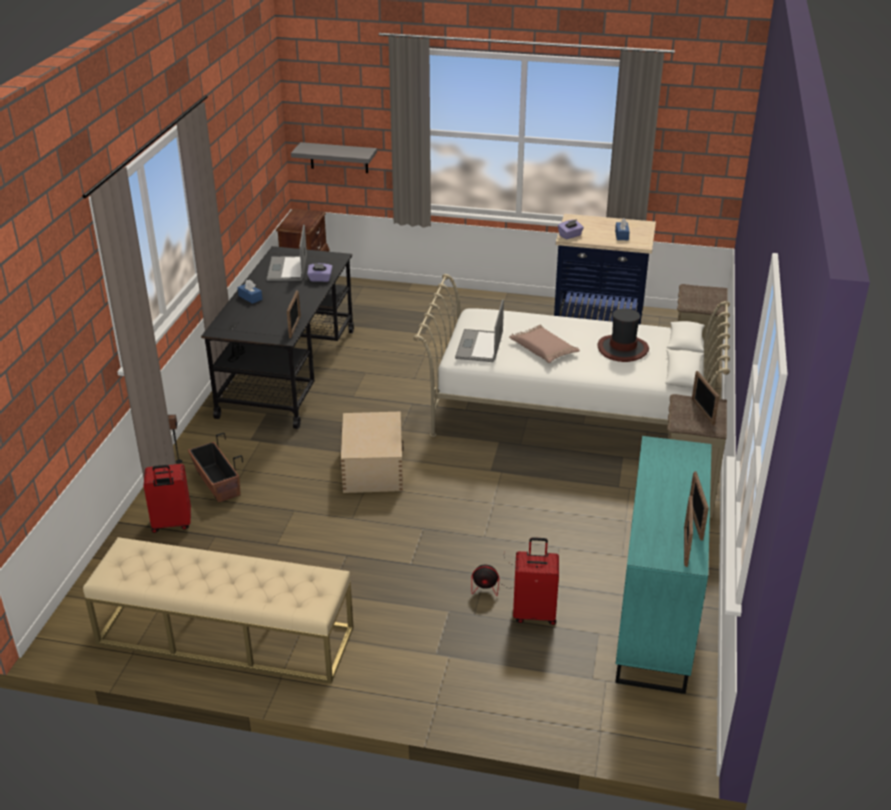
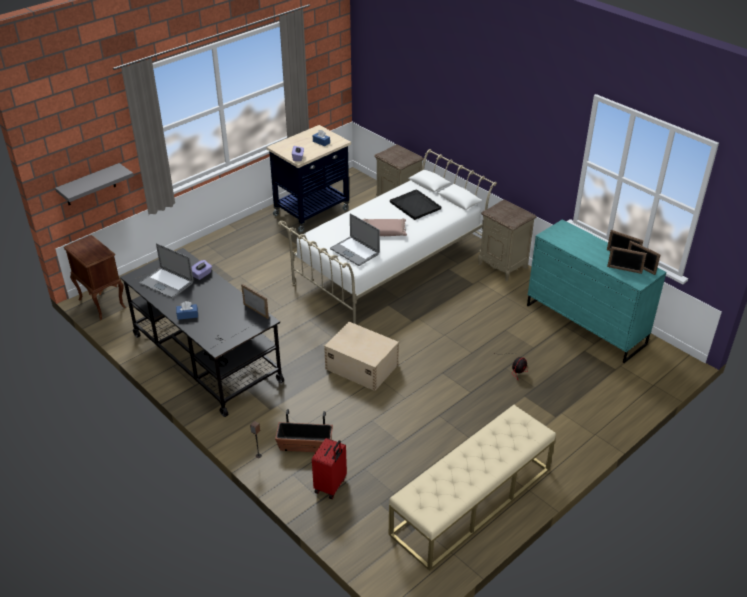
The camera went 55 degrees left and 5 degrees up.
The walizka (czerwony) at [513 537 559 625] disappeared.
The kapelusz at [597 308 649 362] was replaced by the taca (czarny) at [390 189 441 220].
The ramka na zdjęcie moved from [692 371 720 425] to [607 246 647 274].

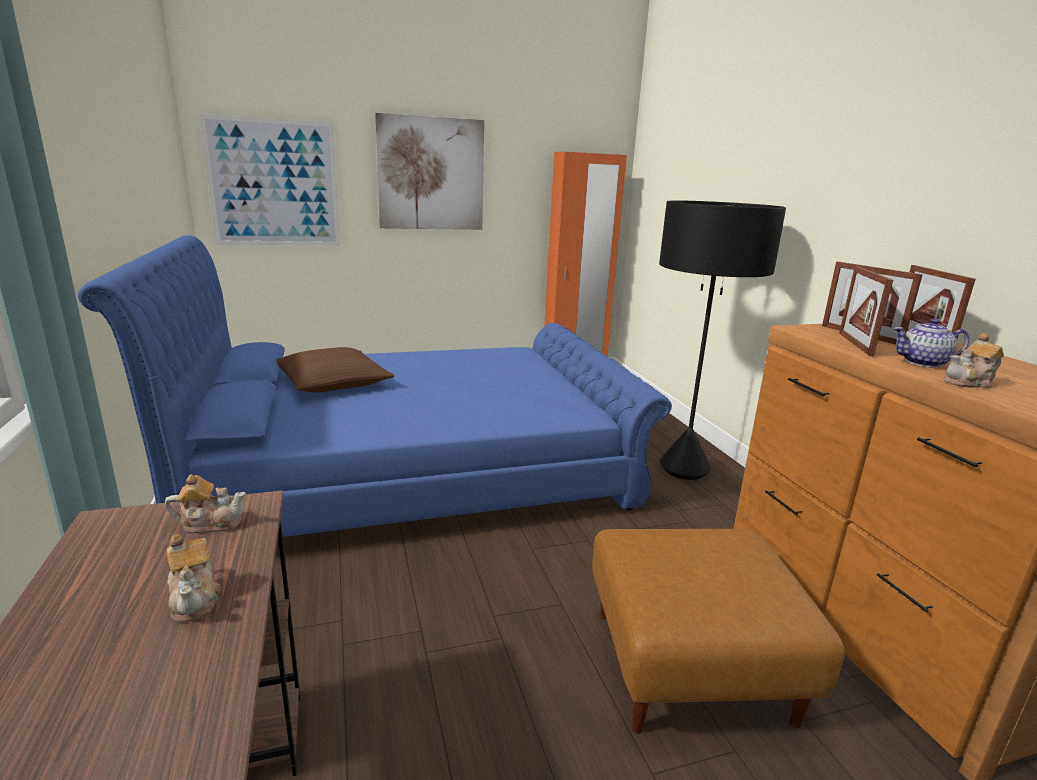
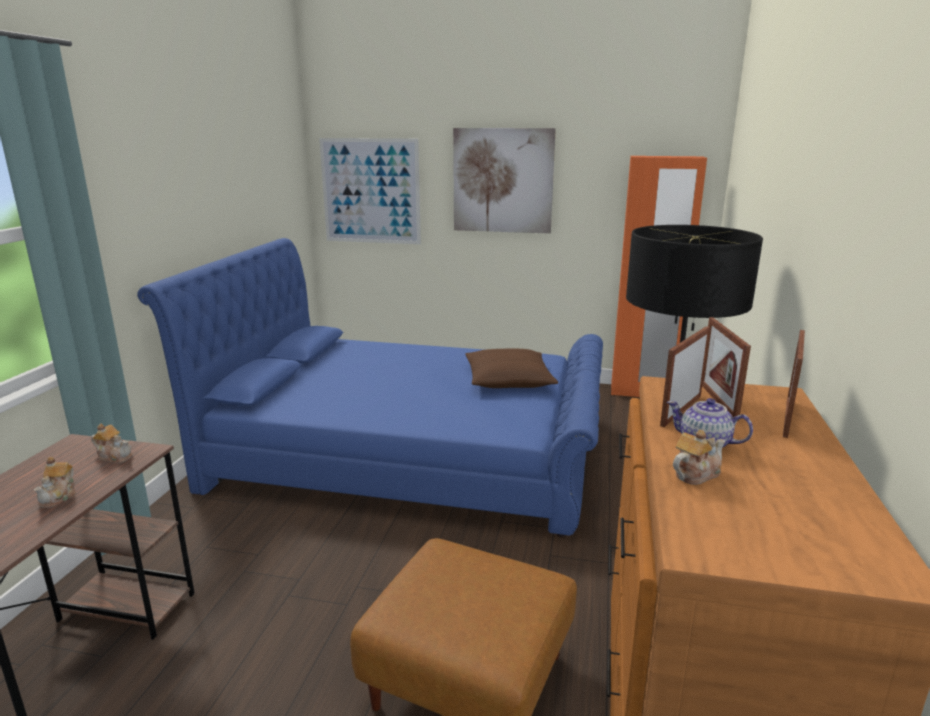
The camera went 30 degrees right and 0 degrees up.
The poduszka (brązowy) moved from [276 347 394 393] to [465 349 558 388].
The imbryk at [944 333 1004 388] turned 135 degrees clockwise.

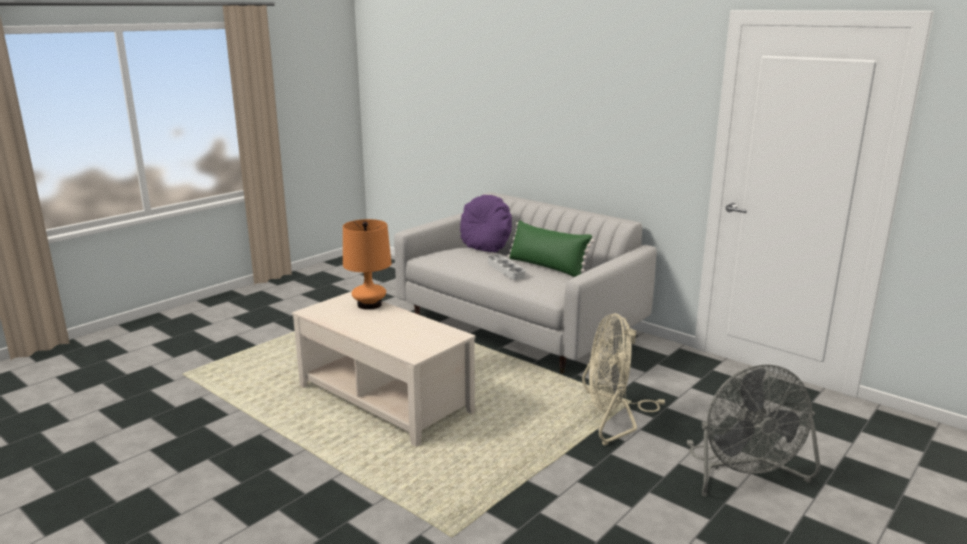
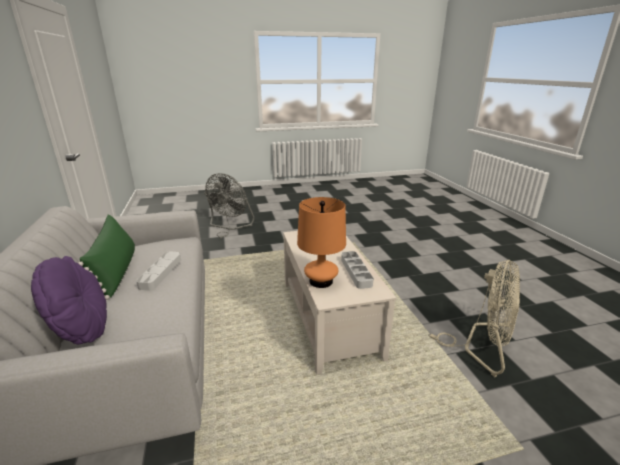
The camera went 145 degrees left and 5 degrees up.
The wentylator (beżowy) moved from [582 313 667 446] to [429 260 520 378].
The taca (szary) at [341 251 374 289] appeared.

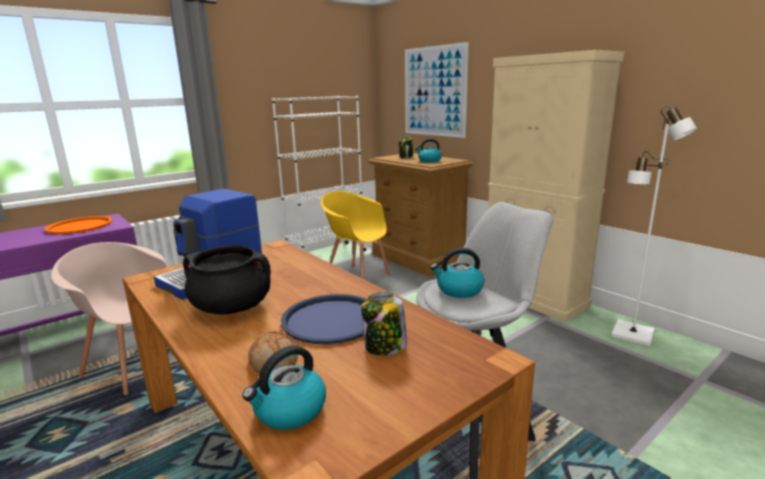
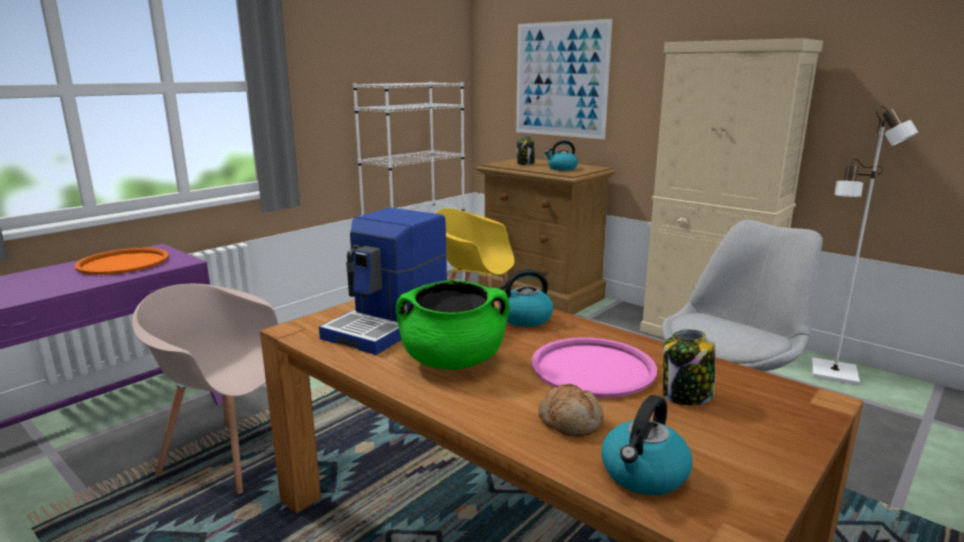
The camera went 10 degrees left and 0 degrees up.
The garnek (czarny) at [183 245 271 314] became the garnek (zielony) at [396 280 510 370].
The taca (niebieski) at [281 294 368 344] became the taca (różowy) at [532 337 657 398].
The czajnik moved from [430 248 484 298] to [498 269 553 327].

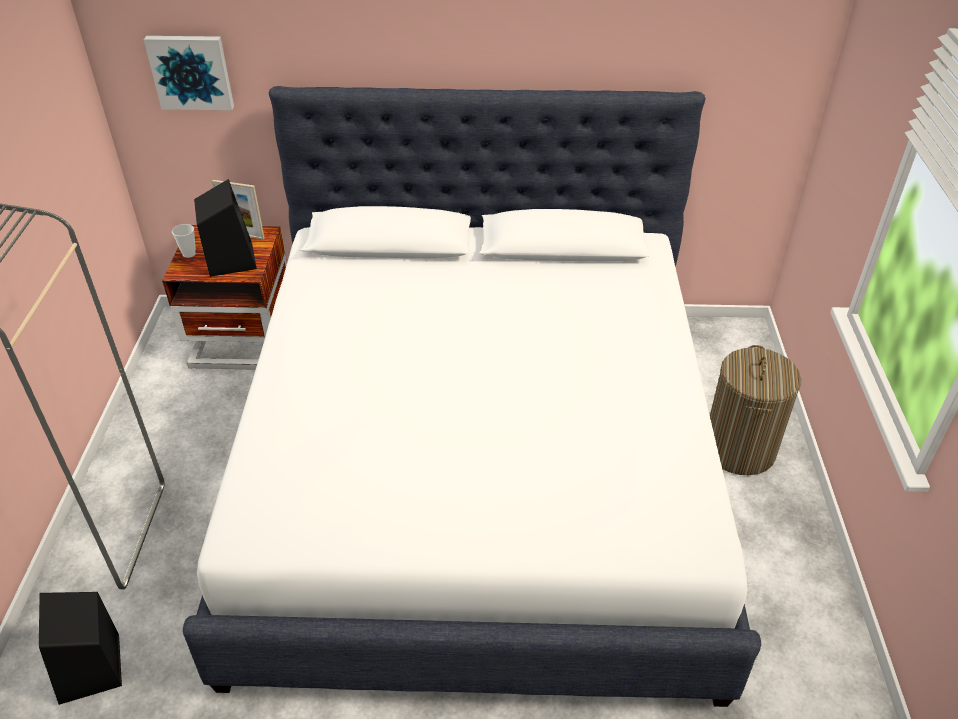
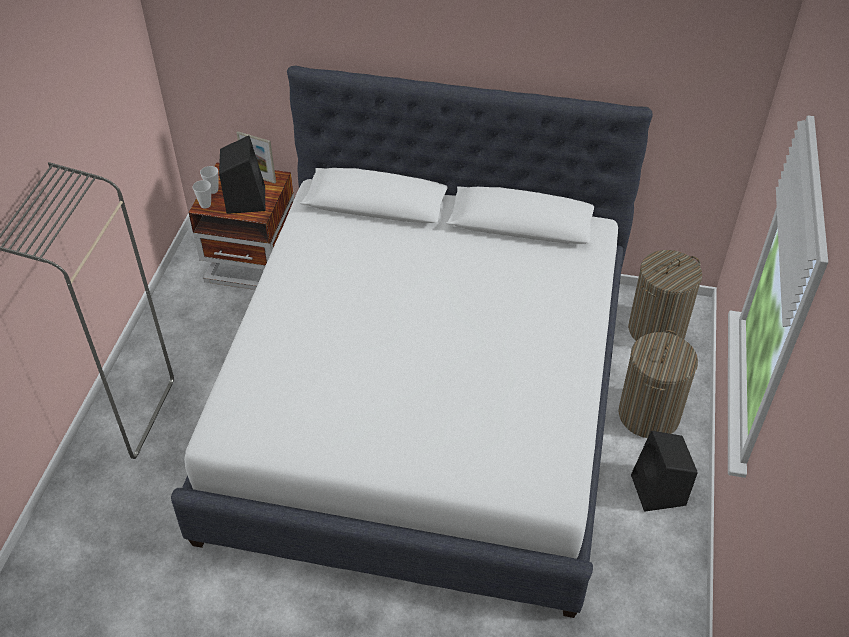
The camera went 10 degrees right and 5 degrees up.
The głośnik (czarny) moved from [39 592 122 705] to [631 431 698 512].
The obraz at [144 36 234 110] disappeared.
The filiżanka at [192 180 211 208] appeared.
The kosz na pranie at [628 250 702 341] appeared.

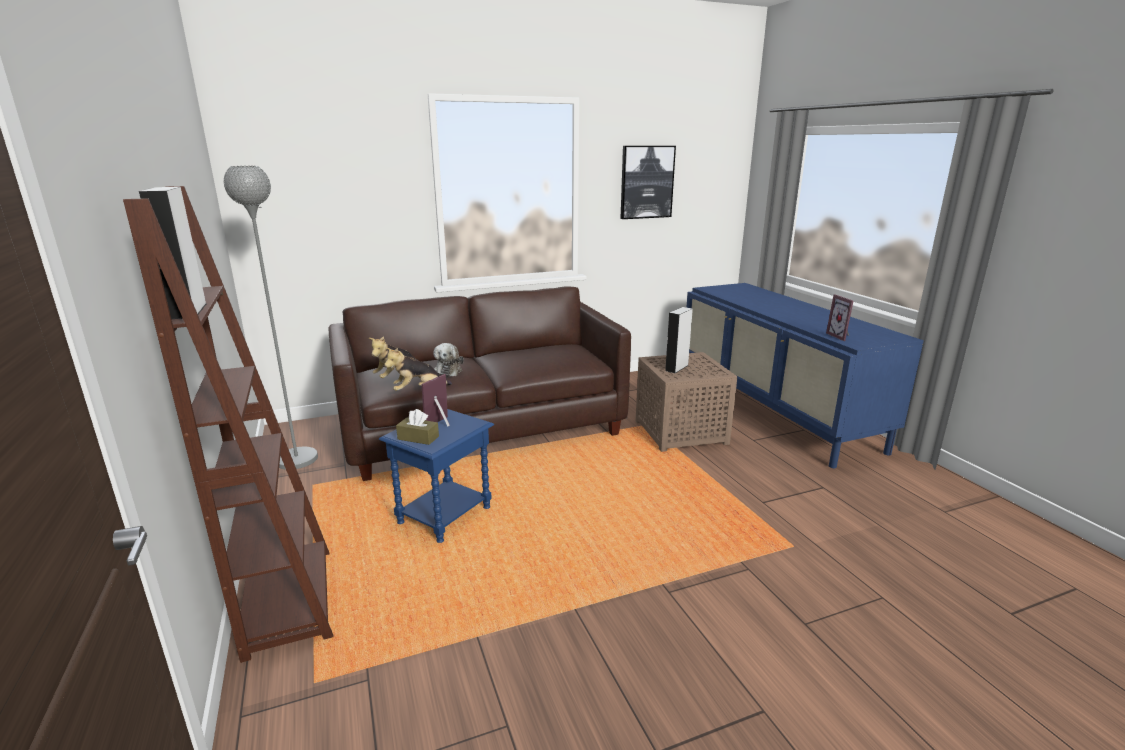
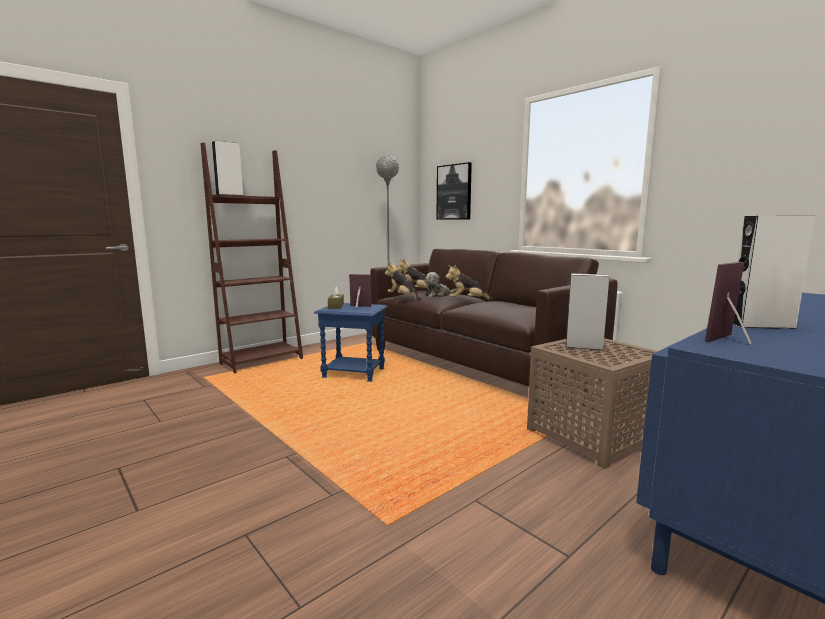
The camera went 70 degrees right and 10 degrees down.
The obraz moved from [620 146 676 219] to [436 162 472 220].
The pluszak at [445 265 493 301] appeared.
The głośnik (biały) at [733 216 815 329] appeared.

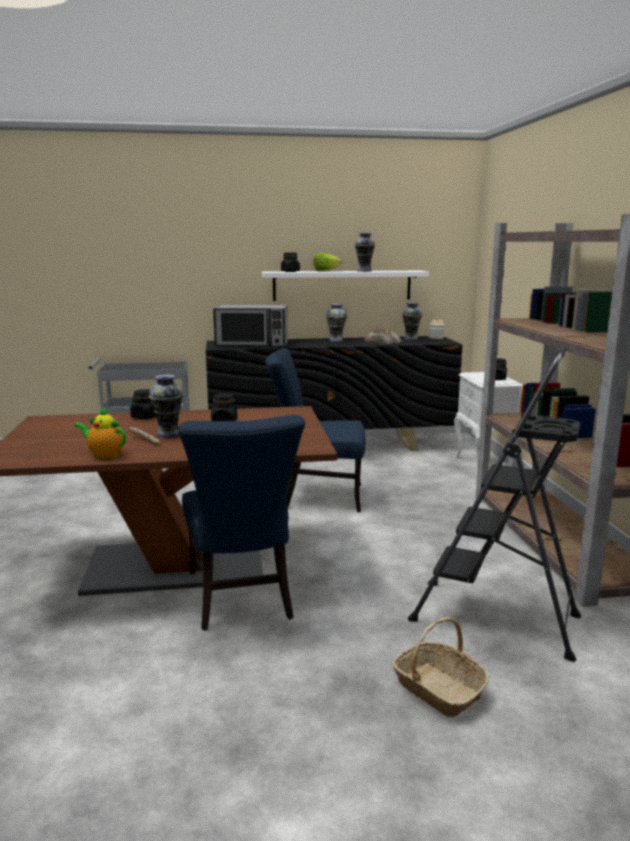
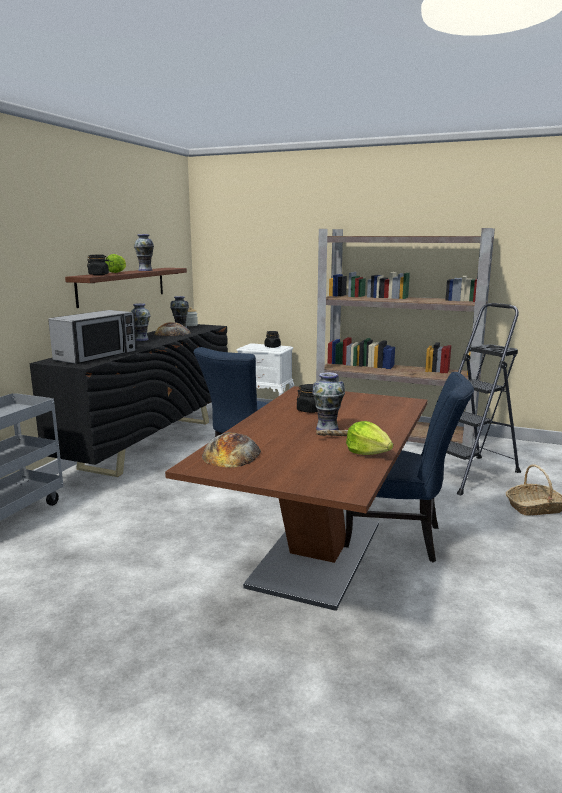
The camera went 60 degrees left and 0 degrees up.
The imbryk at [74 407 126 459] was replaced by the sałata at [346 421 393 455].
The słoik (czarny) at [130 389 156 419] disappeared.
The półka (biały) at [262 271 429 301] became the półka (brązowy) at [65 268 187 308].
The chleb at [202 432 261 468] appeared.

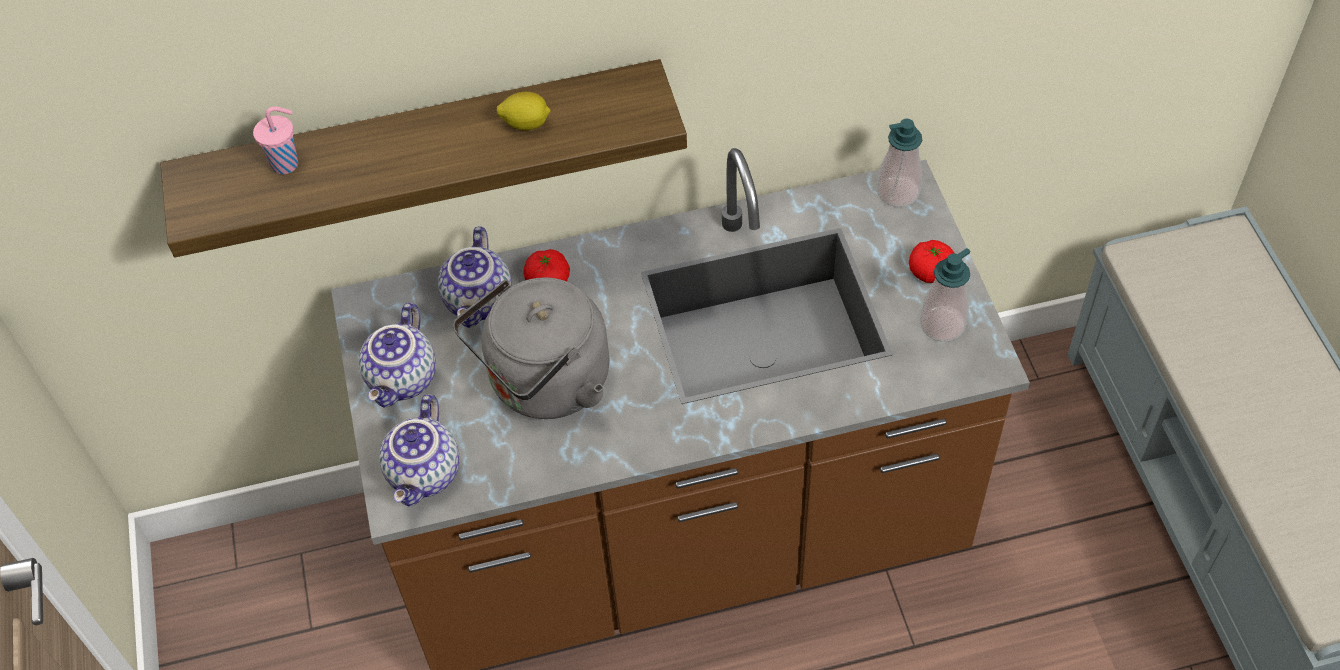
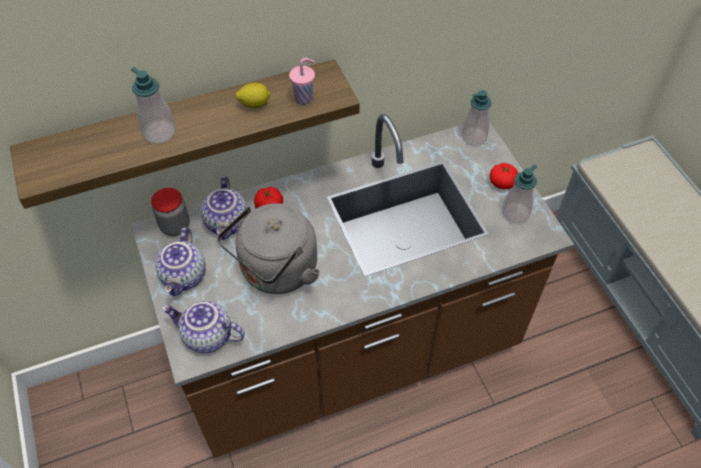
The camera went 10 degrees left and 0 degrees up.
The filiżanka (różowy) moved from [253 106 298 174] to [289 58 315 105].
The imbryk at [379 394 460 506] turned 105 degrees clockwise.
The dozownik mydła at [131 67 176 144] appeared.
The słoik at [151 188 190 236] appeared.

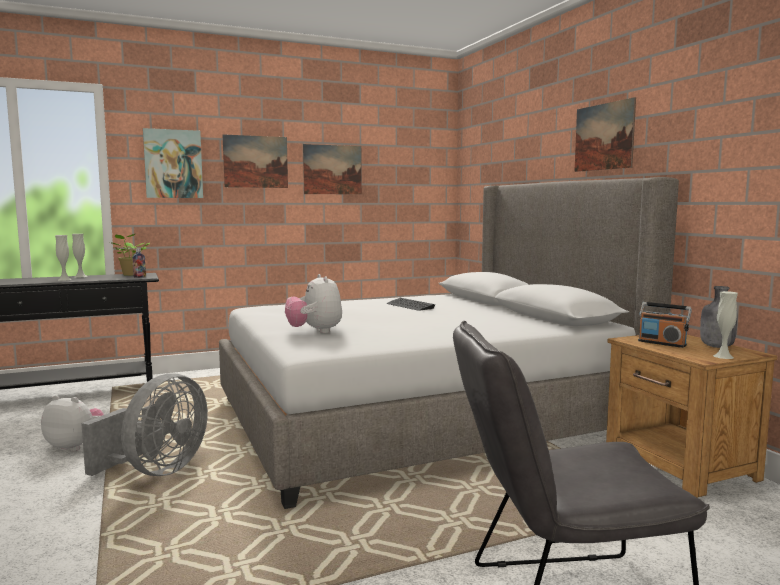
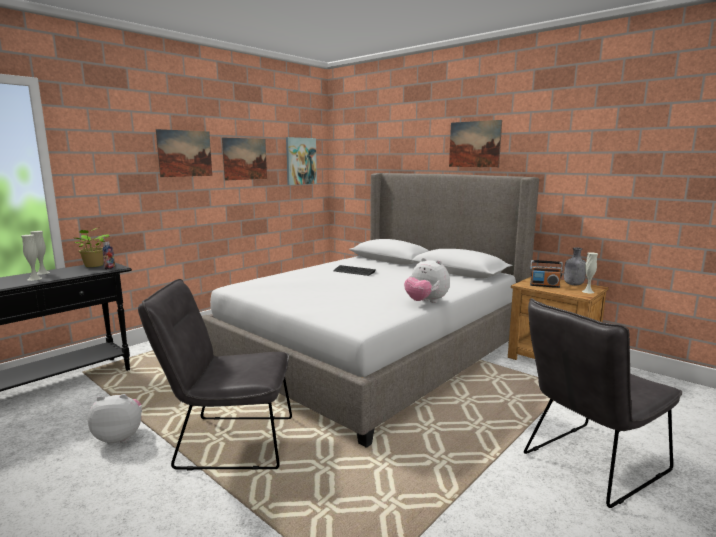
The camera went 25 degrees left and 5 degrees up.
The wentylator (szary) at [81 374 208 476] was replaced by the krzesło (szary) at [138 279 292 470].
The obraz moved from [143 128 203 198] to [286 137 317 185].
The pluszak moved from [285 274 342 333] to [404 258 450 303].

